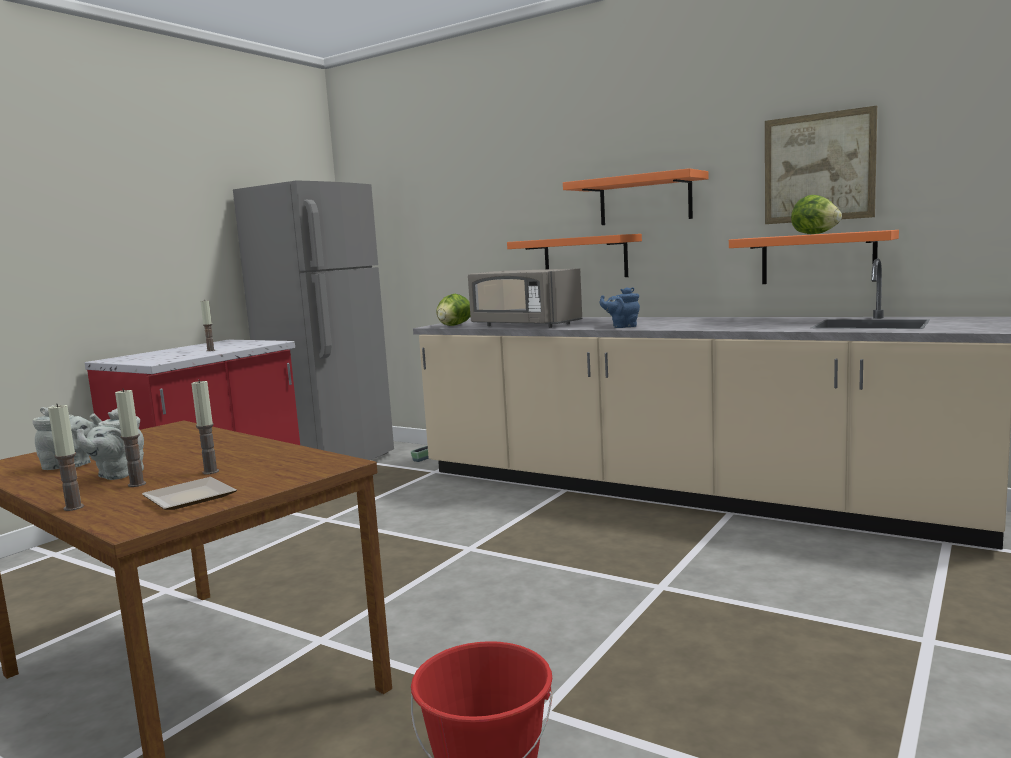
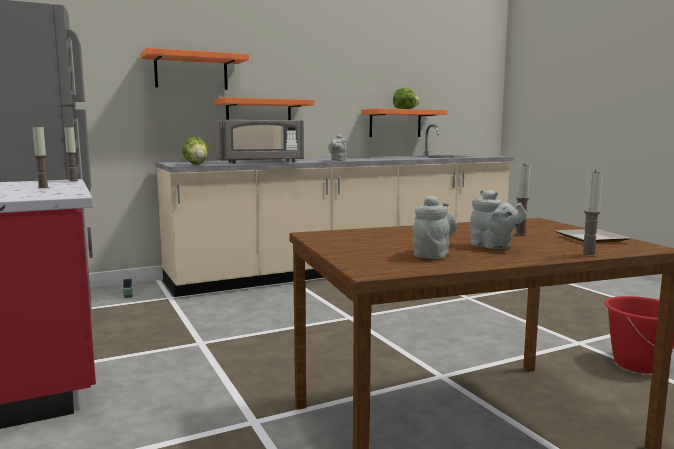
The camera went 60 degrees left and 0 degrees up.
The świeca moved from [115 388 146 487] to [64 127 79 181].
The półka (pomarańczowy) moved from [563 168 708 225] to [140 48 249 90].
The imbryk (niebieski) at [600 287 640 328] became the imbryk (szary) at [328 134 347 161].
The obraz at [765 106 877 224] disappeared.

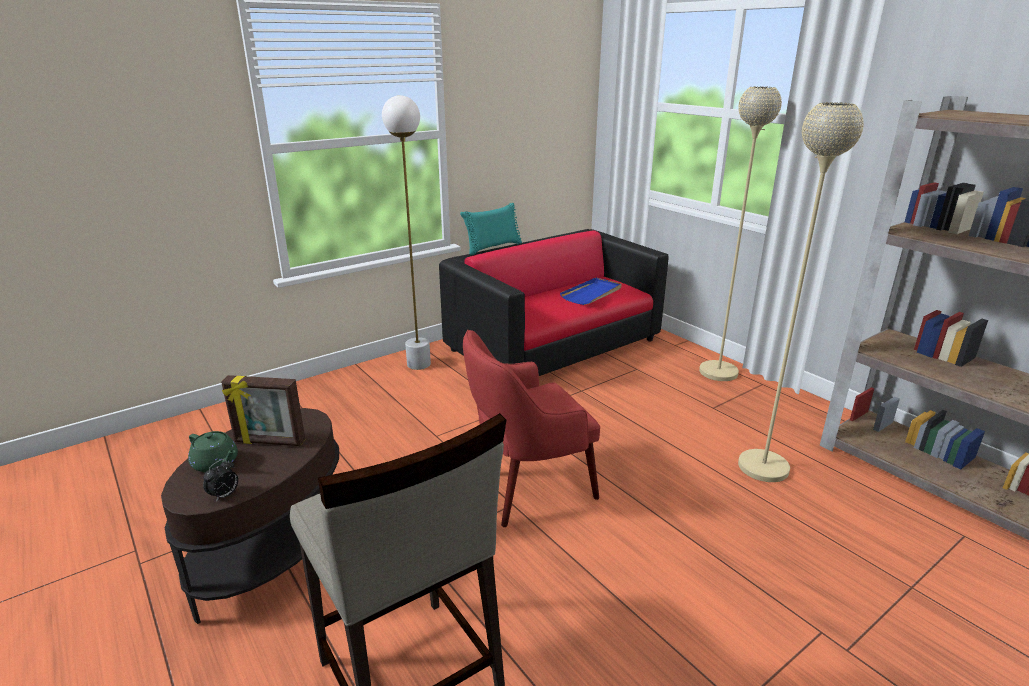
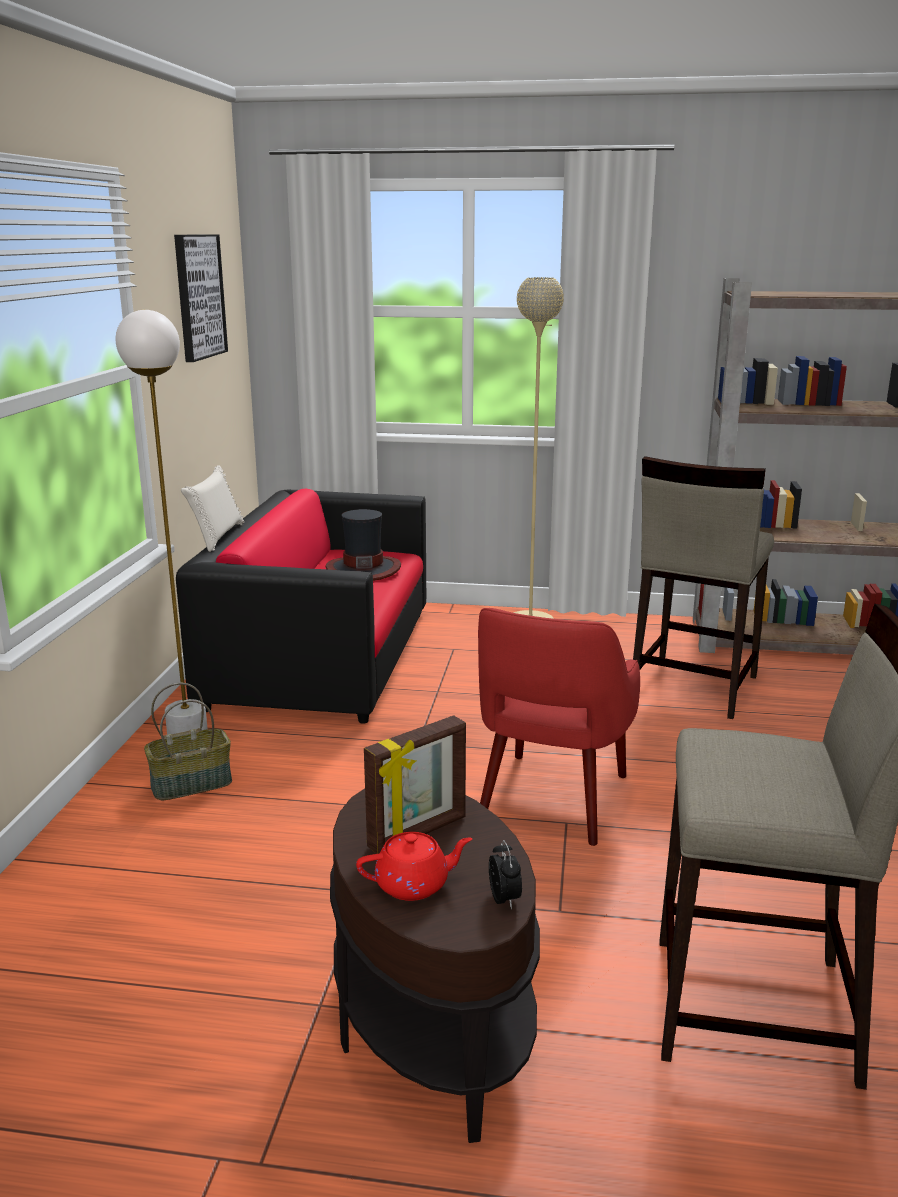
The camera went 45 degrees left and 5 degrees down.
The imbryk (zielony) at [188 431 238 473] became the imbryk (czerwony) at [356 832 472 901].
The poduszka (turkusowy) at [460 203 522 255] became the poduszka (biały) at [181 465 244 552].
The taca (niebieski) at [560 278 622 305] was replaced by the kapelusz at [326 509 401 581].
The lampa stojąca (beżowy) at [738 102 864 482] was replaced by the stołek (beżowy) at [633 456 774 719].
The koszyk at [144 683 232 800] appeared.
The obraz at [174 234 228 362] appeared.

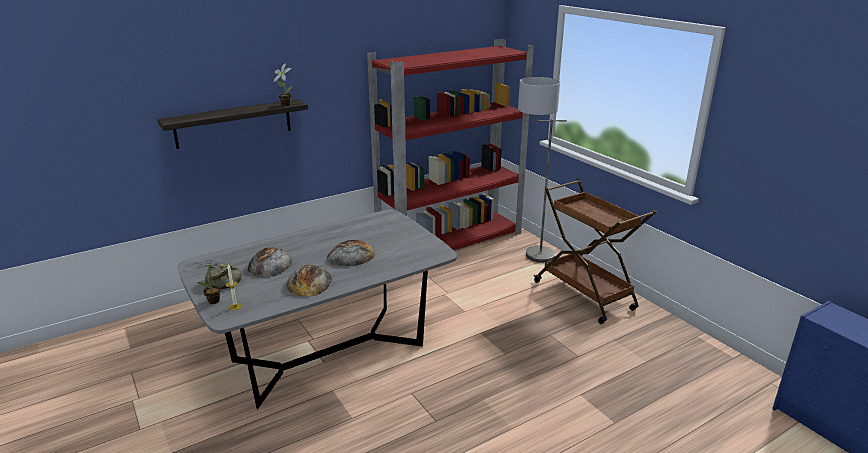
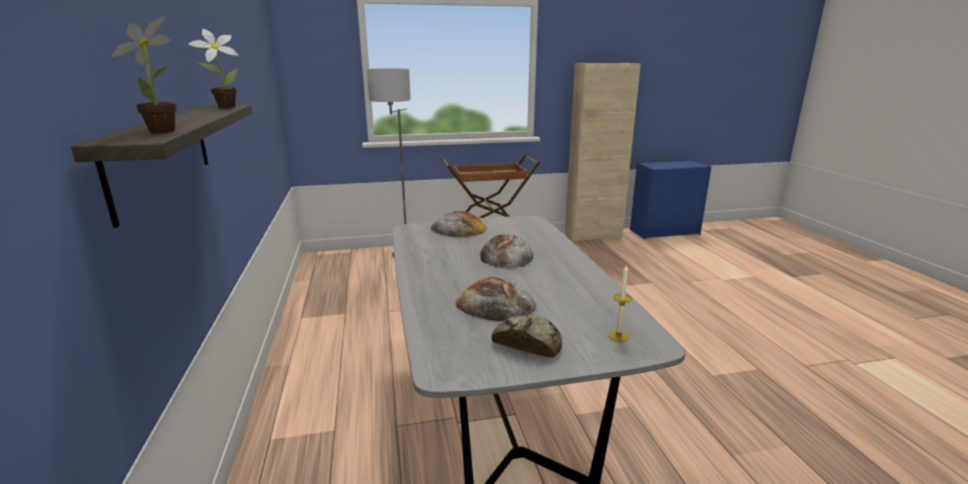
The camera went 70 degrees left and 5 degrees down.
The roślina doniczkowa moved from [195 260 225 304] to [111 17 177 133].
The chleb moved from [286 265 332 296] to [431 211 487 237].
The regał (czerwony) at [367 39 534 250] disappeared.
The szafka (beżowy) at [565 63 641 242] appeared.

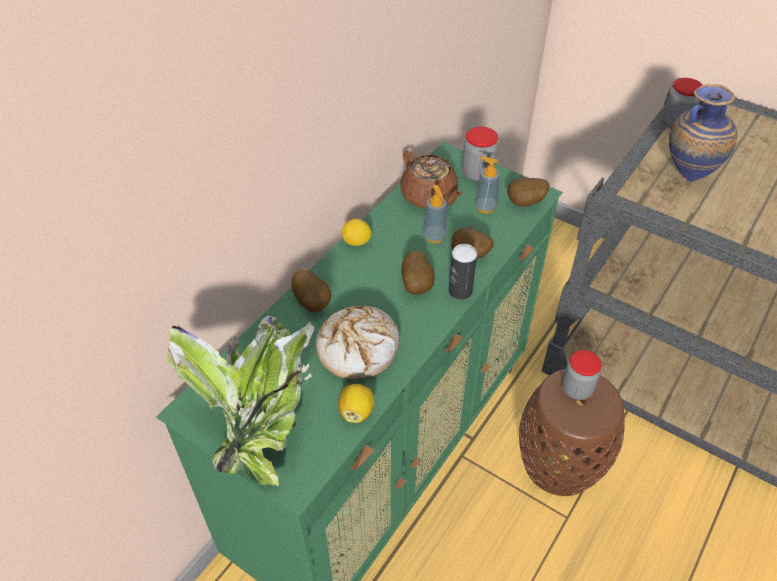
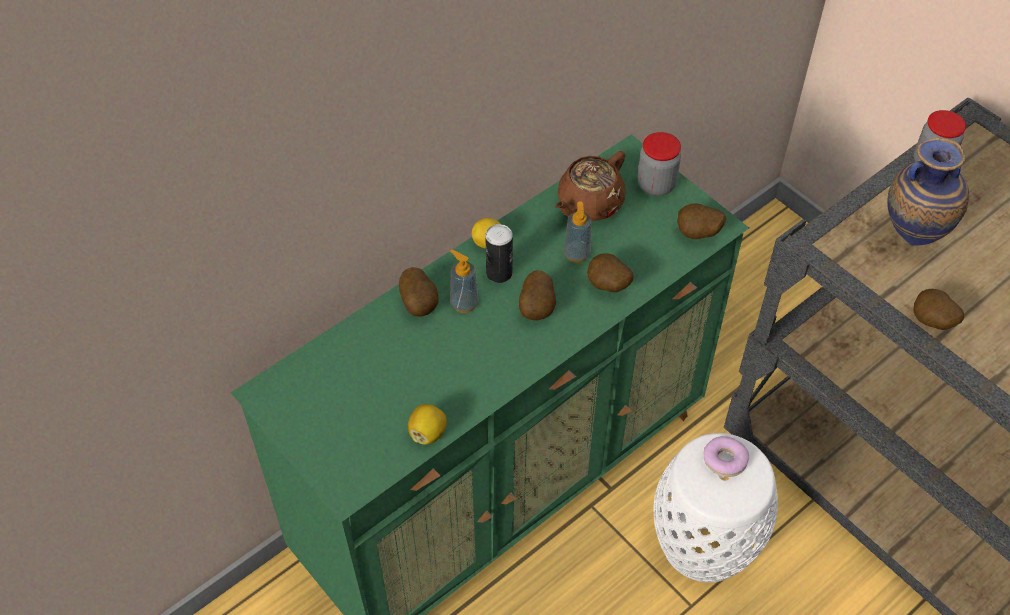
The camera went 15 degrees right and 5 degrees up.
The roślina doniczkowa at [165 316 315 486] disappeared.
The chleb at [316 305 400 379] disappeared.
The imbryk (brązowy) at [400 151 462 209] turned 60 degrees clockwise.
The puszka moved from [449 244 477 300] to [485 224 513 283].
The dozownik mydła moved from [475 156 500 213] to [450 250 478 313].
The stołek (brązowy) at [519 369 625 496] became the stołek (biały) at [654 433 778 582].
The słoik at [562 350 602 400] was replaced by the donut at [703 436 749 477].
The ziemniak at [913 289 964 330] appeared.

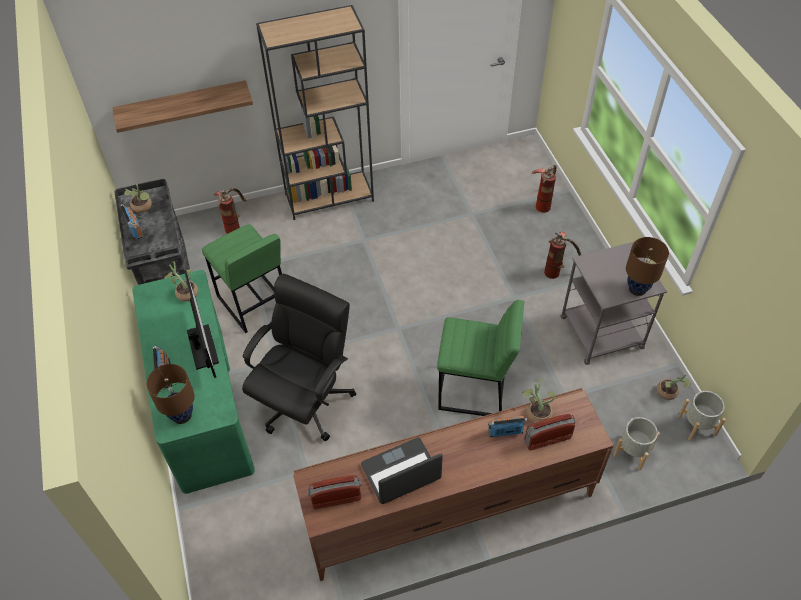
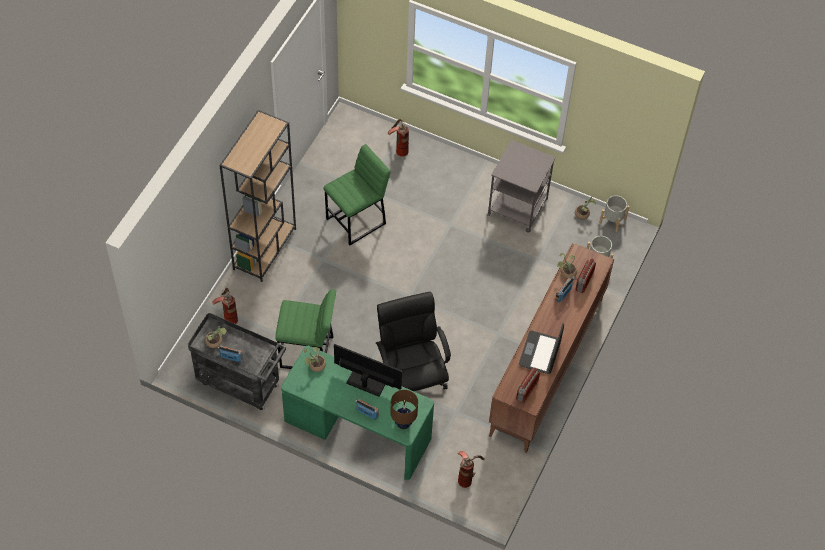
The camera went 50 degrees left and 5 degrees up.
The półka at [112 80 253 133] disappeared.
The krzesło (zielony) moved from [437 300 524 416] to [324 144 391 245].
The gaśnica moved from [544 232 581 279] to [457 451 485 488].
The lampa stołowa (brązowy) at [626 237 669 296] disappeared.

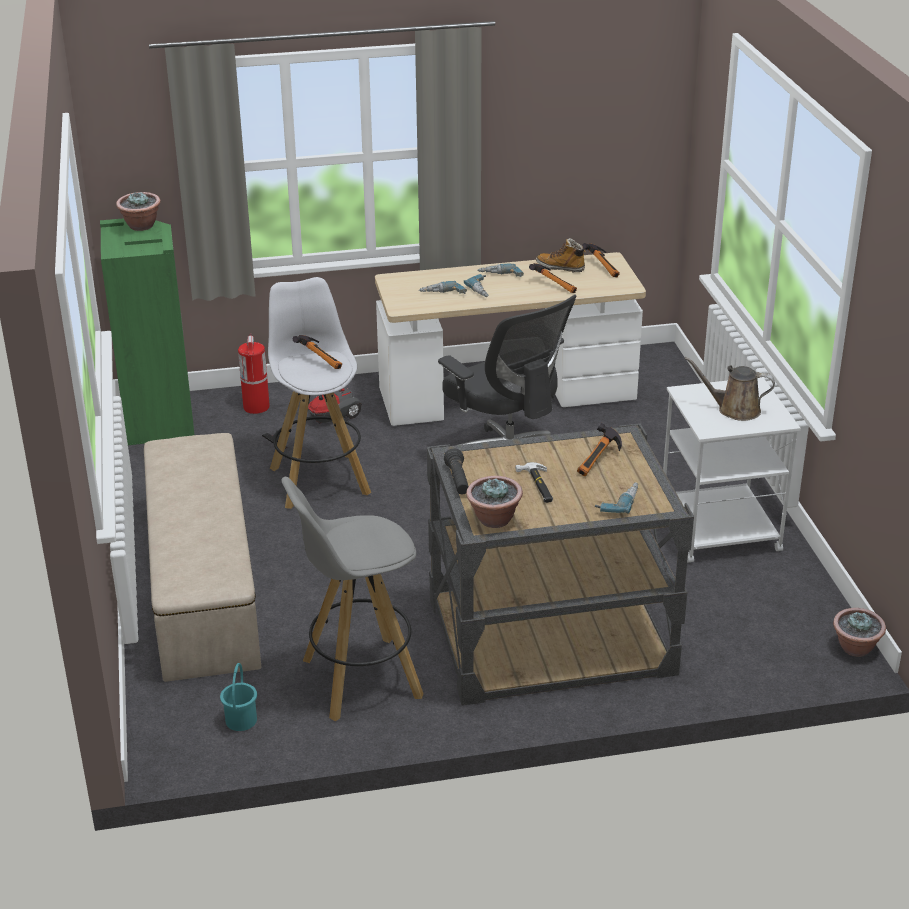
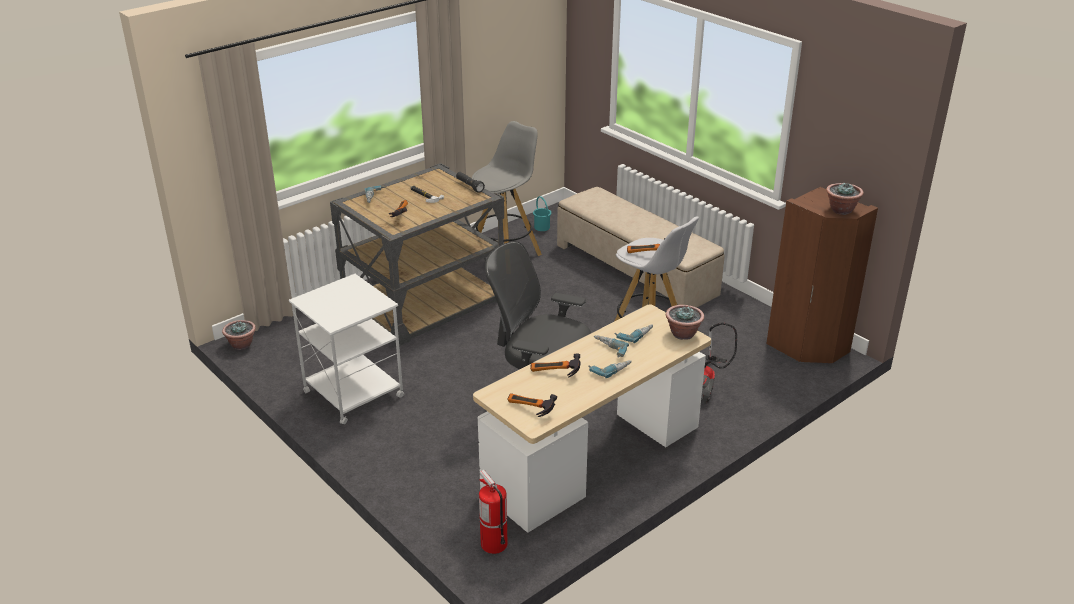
The camera went 150 degrees right and 0 degrees up.
The szafka (zielony) at [100 218 194 445] became the szafka (brązowy) at [766 187 878 363].
The gaśnica moved from [238 333 270 414] to [479 470 507 554].
The roślina doniczkowa moved from [466 476 523 528] to [666 305 704 340].
The but z cholewką at [536 238 586 273] disappeared.
The konewka (brązowy) at [685 357 775 421] disappeared.

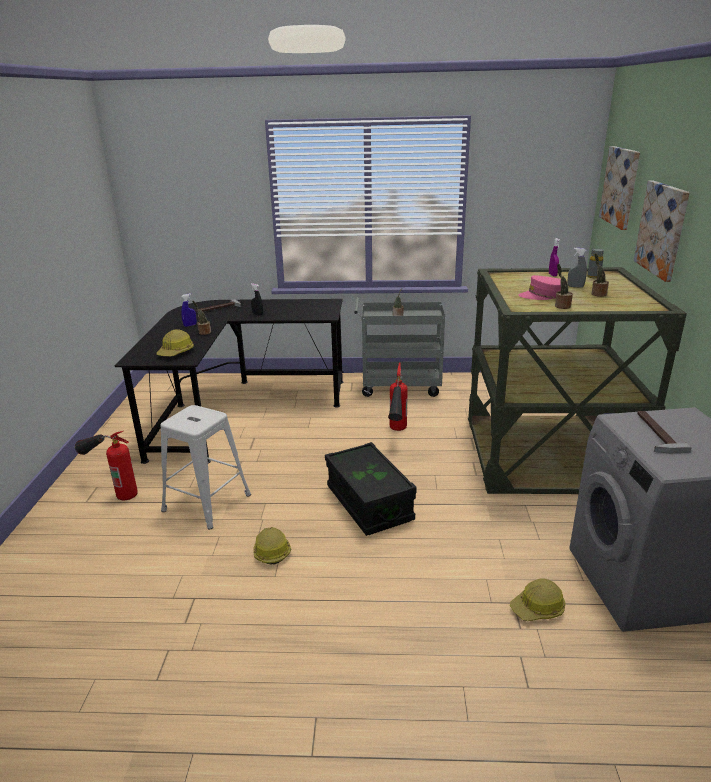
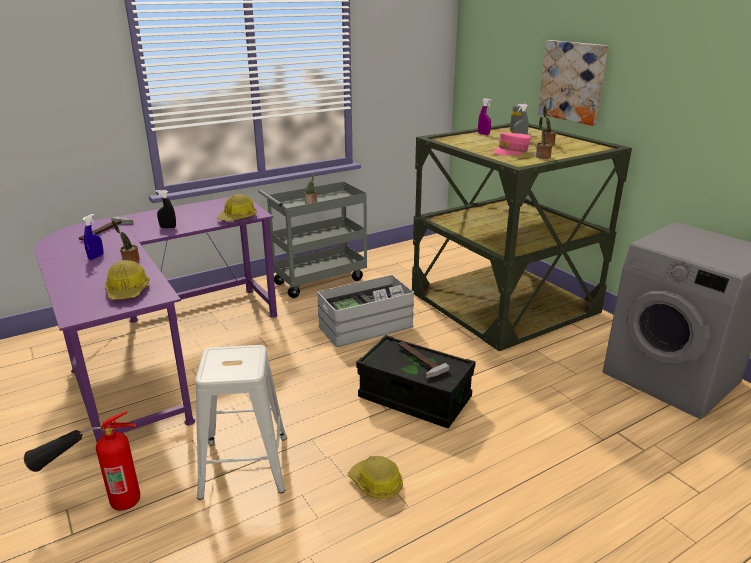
The camera went 35 degrees left and 0 degrees up.
The biurko (czarny) at [115 299 344 464] became the biurko (fioletowy) at [35 197 278 442].
The gaśnica at [388 362 408 431] was replaced by the pojemnik do przechowywania (szary) at [317 275 414 347].
The kask moved from [510 578 566 621] to [217 194 256 221].
The obraz at [599 146 640 230] disappeared.
The młotek moved from [637 411 692 453] to [398 341 450 378].

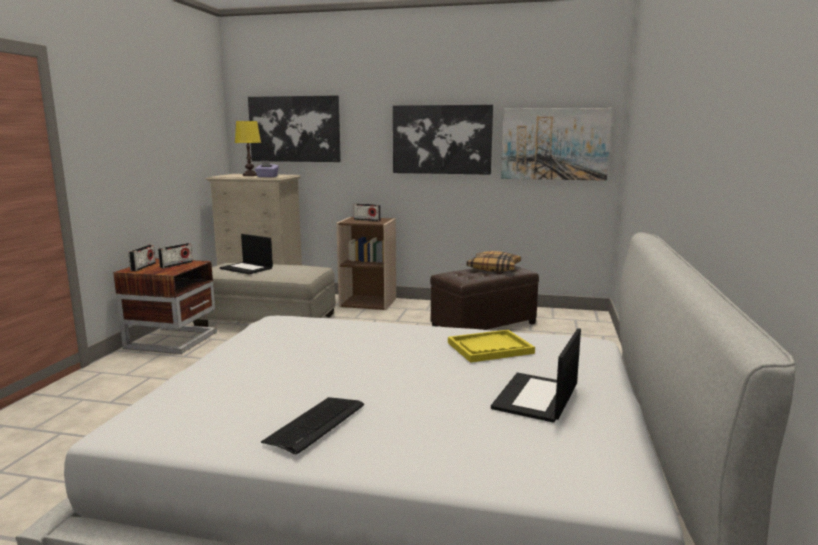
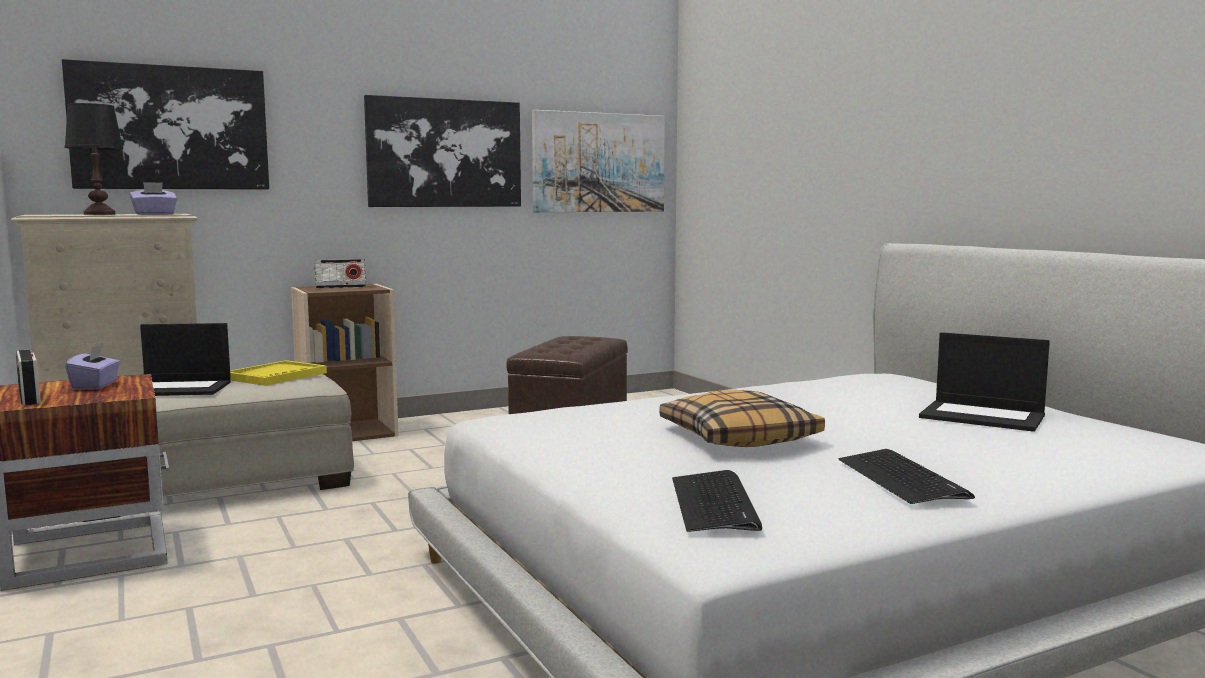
The camera went 40 degrees left and 5 degrees down.
The radio at [158 243 193 268] was replaced by the pudełko chusteczek (fioletowy) at [65 344 120 390].
The lampa stołowa (żółty) at [235 121 261 176] became the lampa stołowa (czarny) at [65 103 123 215].
The taca (żółty) moved from [448 330 535 363] to [230 360 327 386].
The poduszka moved from [467 251 521 272] to [659 390 825 447].
The laptop at [491 328 581 423] turned 45 degrees counterclockwise.
The klawiatura at [672 470 762 532] appeared.

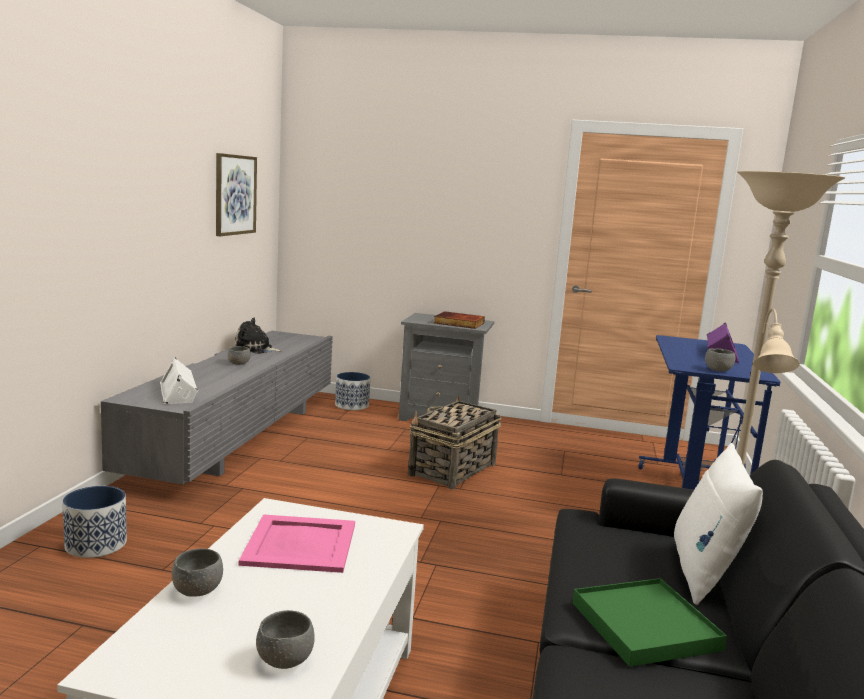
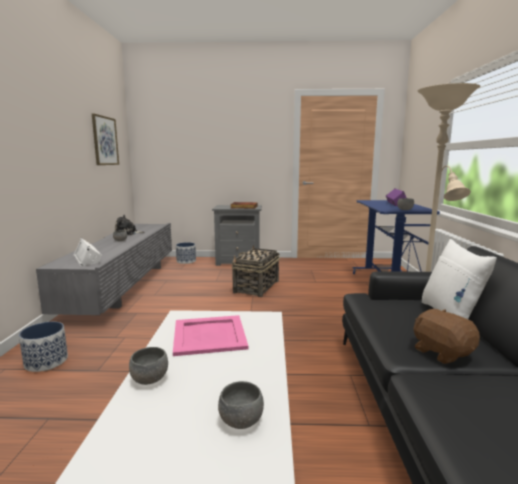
The camera went 10 degrees left and 0 degrees up.
The taca (zielony) at [573 578 727 667] was replaced by the pluszak (brązowy) at [413 309 480 364].

